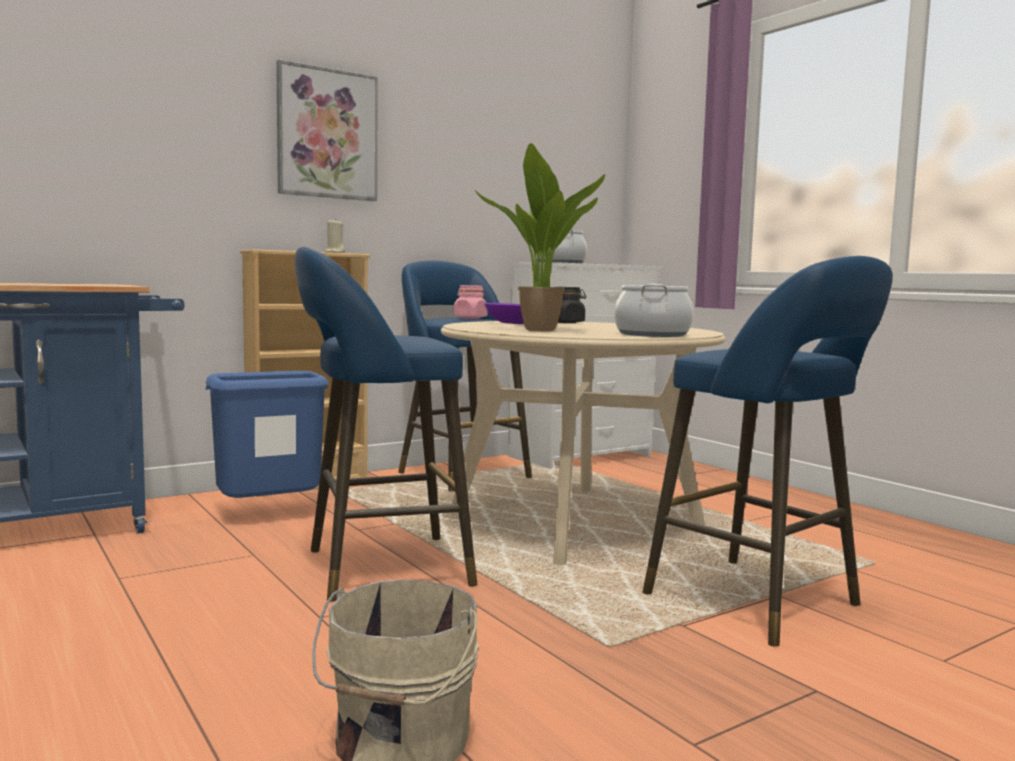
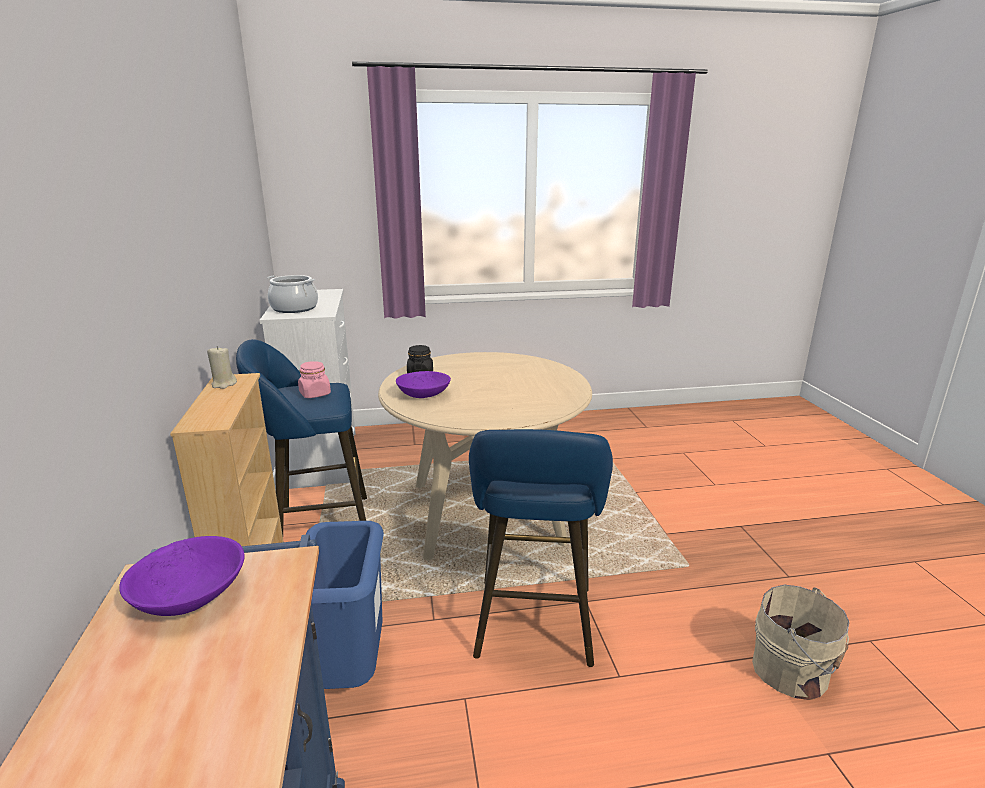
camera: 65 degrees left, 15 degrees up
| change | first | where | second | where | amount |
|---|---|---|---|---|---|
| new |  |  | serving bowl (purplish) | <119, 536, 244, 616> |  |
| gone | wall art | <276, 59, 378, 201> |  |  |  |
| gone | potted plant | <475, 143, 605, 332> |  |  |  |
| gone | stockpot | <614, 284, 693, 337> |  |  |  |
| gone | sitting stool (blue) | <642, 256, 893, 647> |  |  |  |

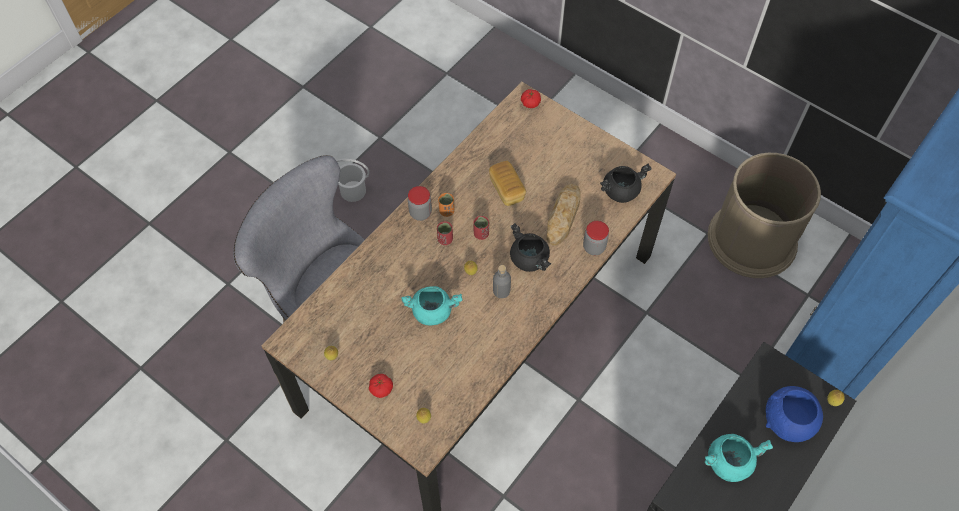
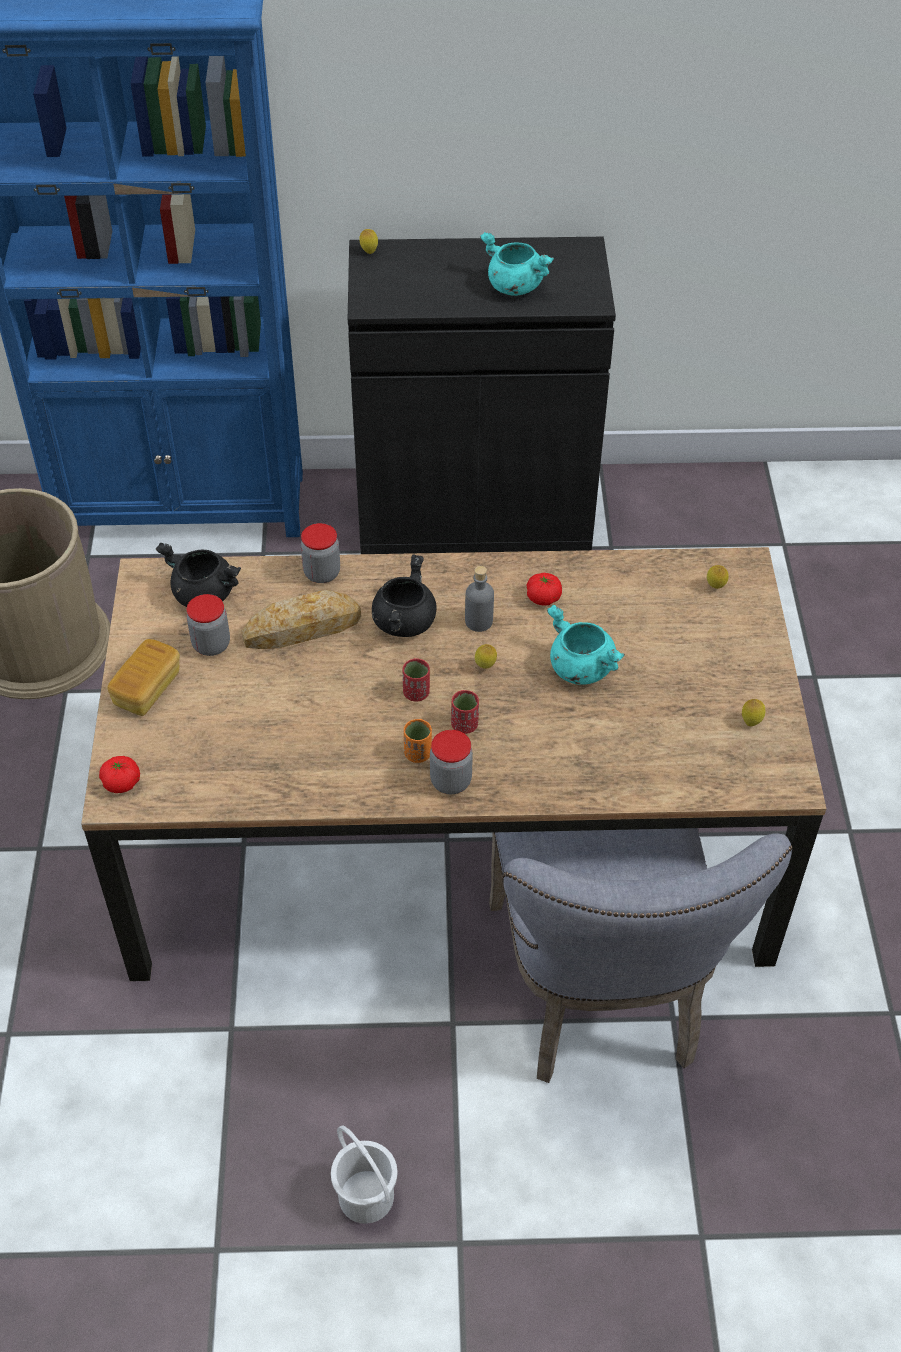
camera: 130 degrees left, 10 degrees down
| change | first | where | second | where | amount |
|---|---|---|---|---|---|
| shifted | bakery bread | <489, 161, 526, 206> |  | <107, 639, 180, 716> |  |
| new |  |  | preserve jar | <187, 594, 230, 656> |  |
| shifted | tomato | <369, 374, 393, 398> |  | <527, 573, 562, 606> |  |
| gone | serving bowl (blue) | <766, 386, 823, 442> |  |  |  |

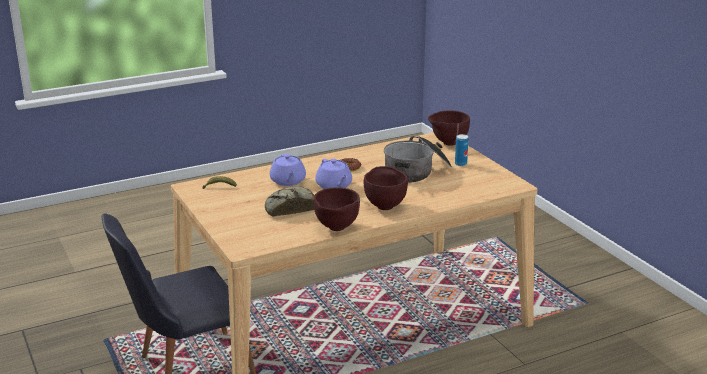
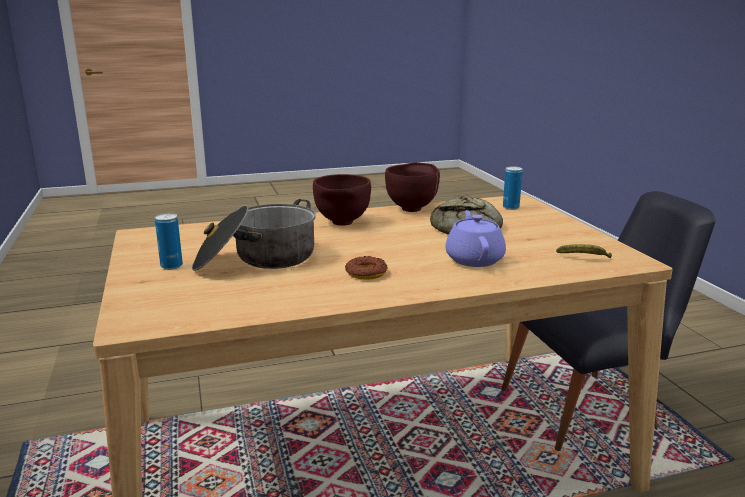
camera: 170 degrees left, 5 degrees down
| change | first | where | second | where | amount |
|---|---|---|---|---|---|
| new |  |  | can | <503, 166, 522, 210> |  |
| gone | teapot (purplish) | <316, 159, 352, 189> |  |  |  |
| gone | serving bowl (brown-coloured) | <428, 110, 470, 146> |  |  |  |

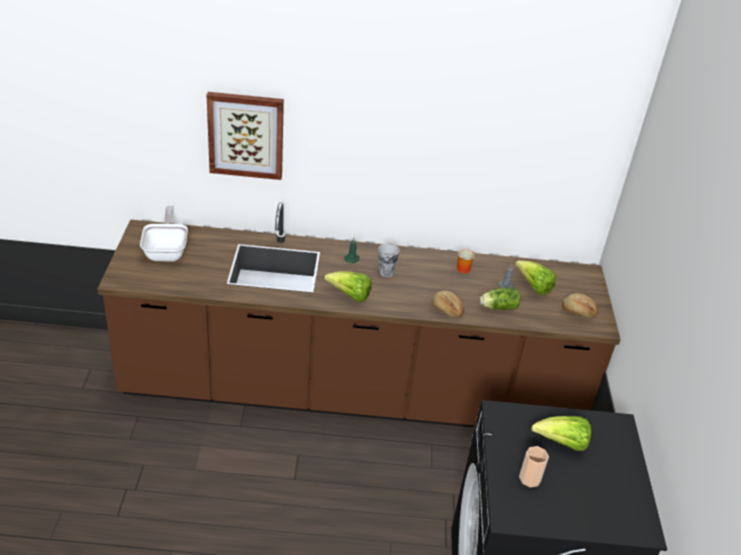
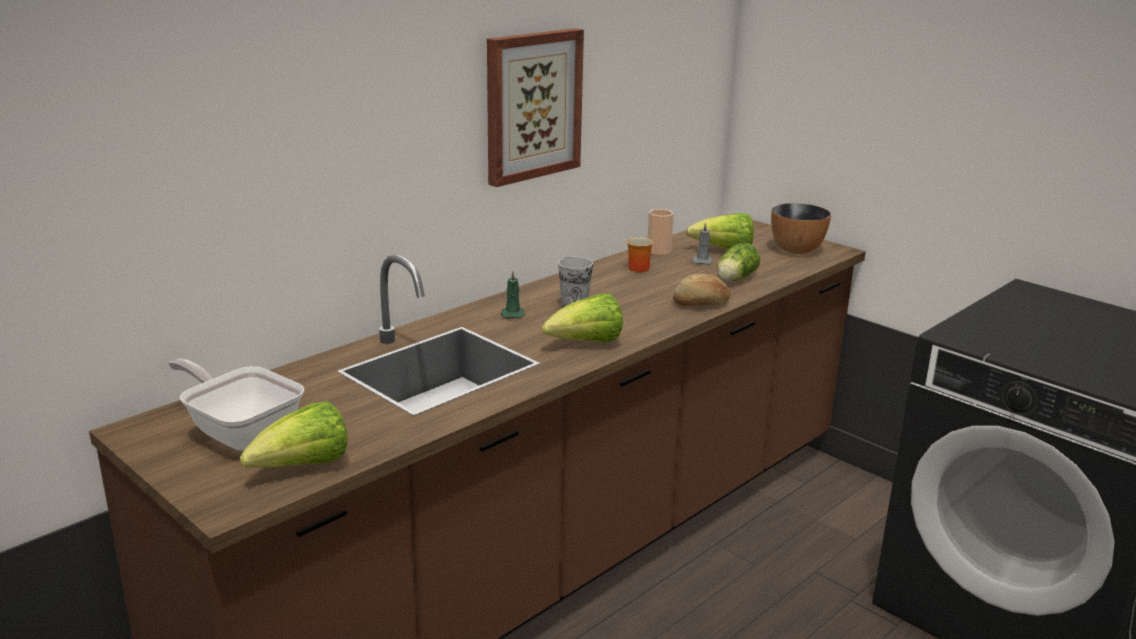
camera: 45 degrees left, 15 degrees down
| change | first | where | second | where | amount |
|---|---|---|---|---|---|
| shifted | head of lettuce | <531, 416, 591, 451> |  | <240, 401, 348, 468> |  |
| shifted | wall art | <207, 92, 284, 180> |  | <487, 28, 584, 187> |  |
| shifted | drinking cup | <519, 446, 549, 488> |  | <647, 209, 674, 255> |  |
| swapped | bakery bread | <562, 293, 598, 318> | serving bowl | <771, 203, 831, 254> |  |

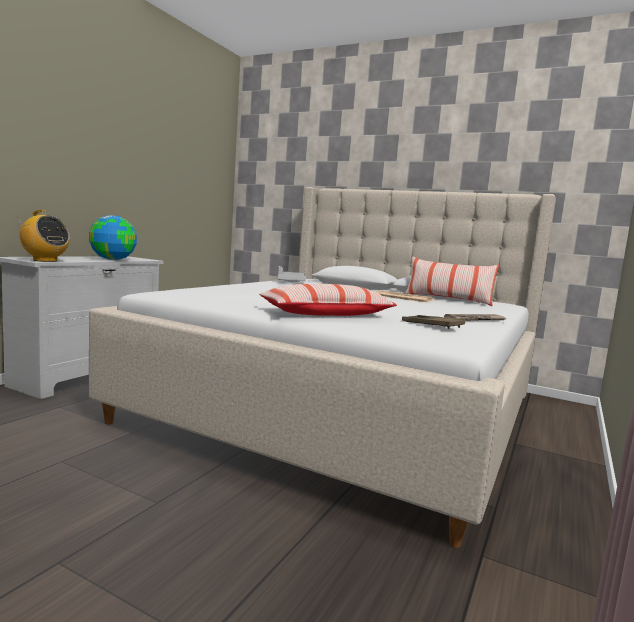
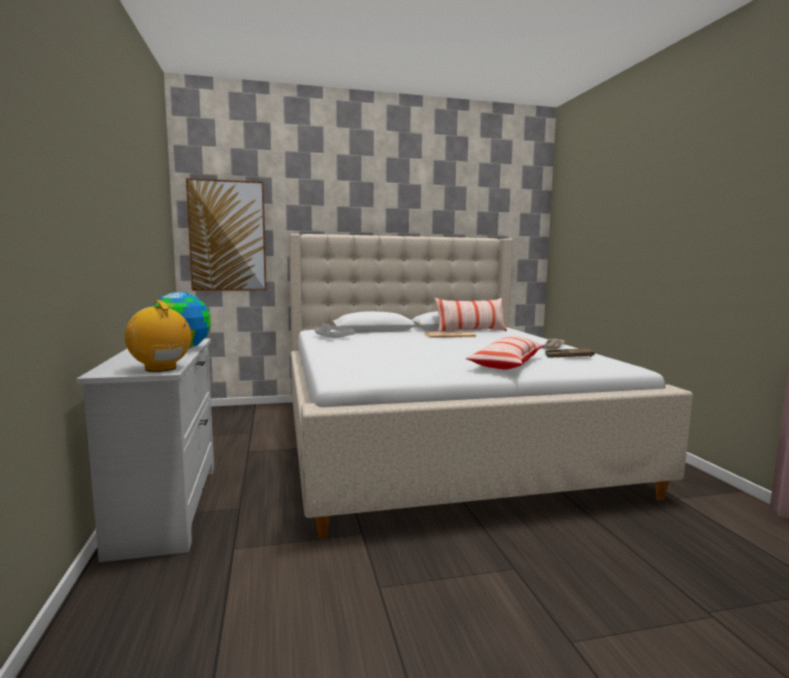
camera: 40 degrees left, 0 degrees up
| change | first | where | second | where | amount |
|---|---|---|---|---|---|
| rotated | radio receiver | <18, 210, 70, 262> |  | <125, 300, 191, 372> | 120 degrees counterclockwise |
| new |  |  | wall art | <186, 178, 266, 291> |  |

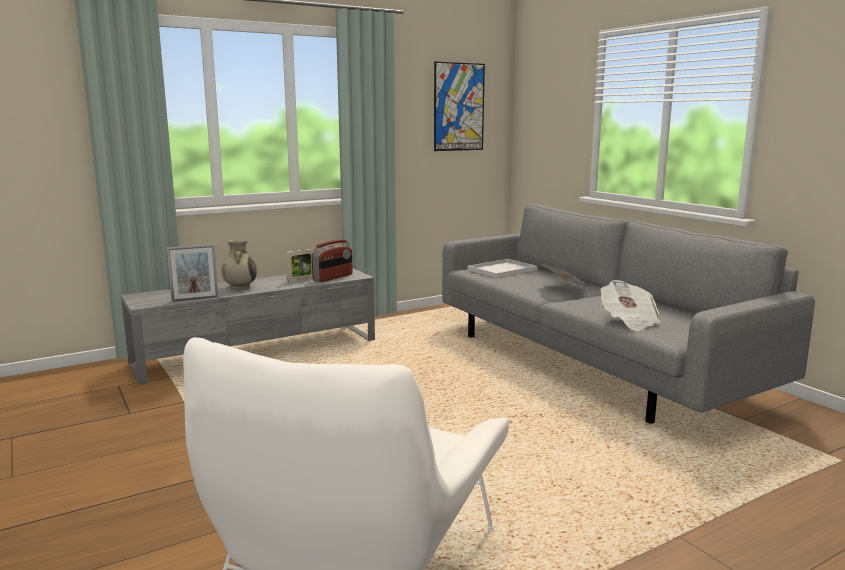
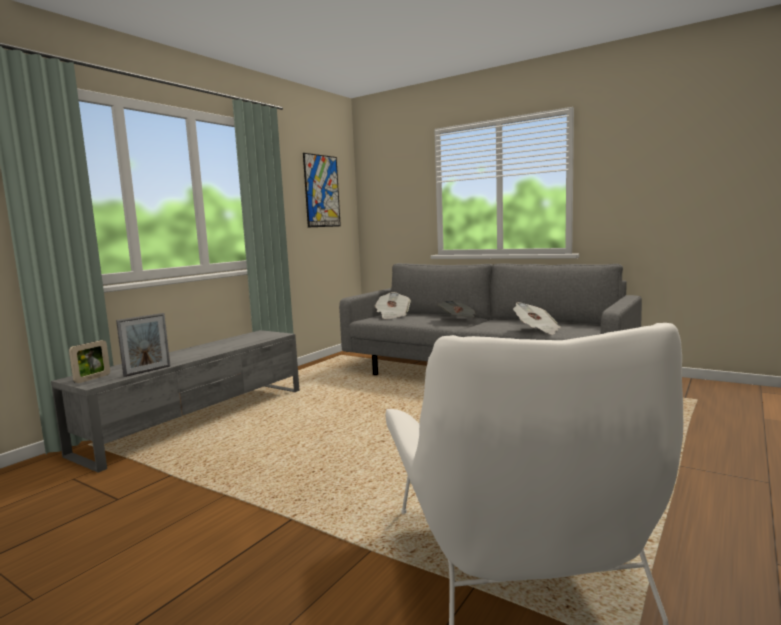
camera: 25 degrees left, 5 degrees down
| change | first | where | second | where | amount |
|---|---|---|---|---|---|
| shifted | standing frame | <286, 249, 314, 282> |  | <69, 340, 110, 383> |  |
| swapped | carrying tray (white-coloured) | <468, 259, 537, 278> | newspaper | <375, 292, 411, 319> |  |
| gone | decorative vase (beige-coloured) | <222, 239, 257, 290> |  |  |  |
| gone | radio receiver | <312, 240, 353, 282> |  |  |  |

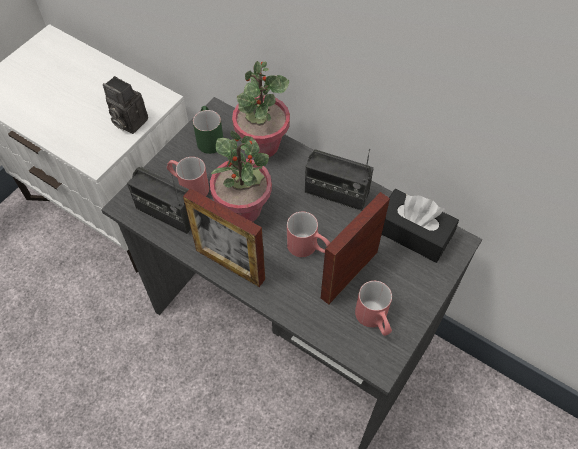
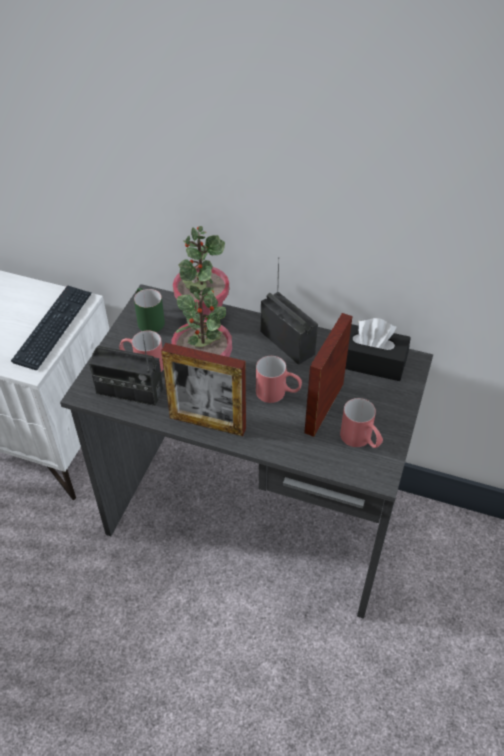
camera: 15 degrees left, 10 degrees down
| change | first | where | second | where | amount |
|---|---|---|---|---|---|
| swapped | still camera | <103, 76, 148, 134> | computer keyboard | <11, 285, 92, 370> |  |
| rotated | radio receiver | <305, 149, 374, 211> |  | <261, 257, 318, 365> | 135 degrees counterclockwise |

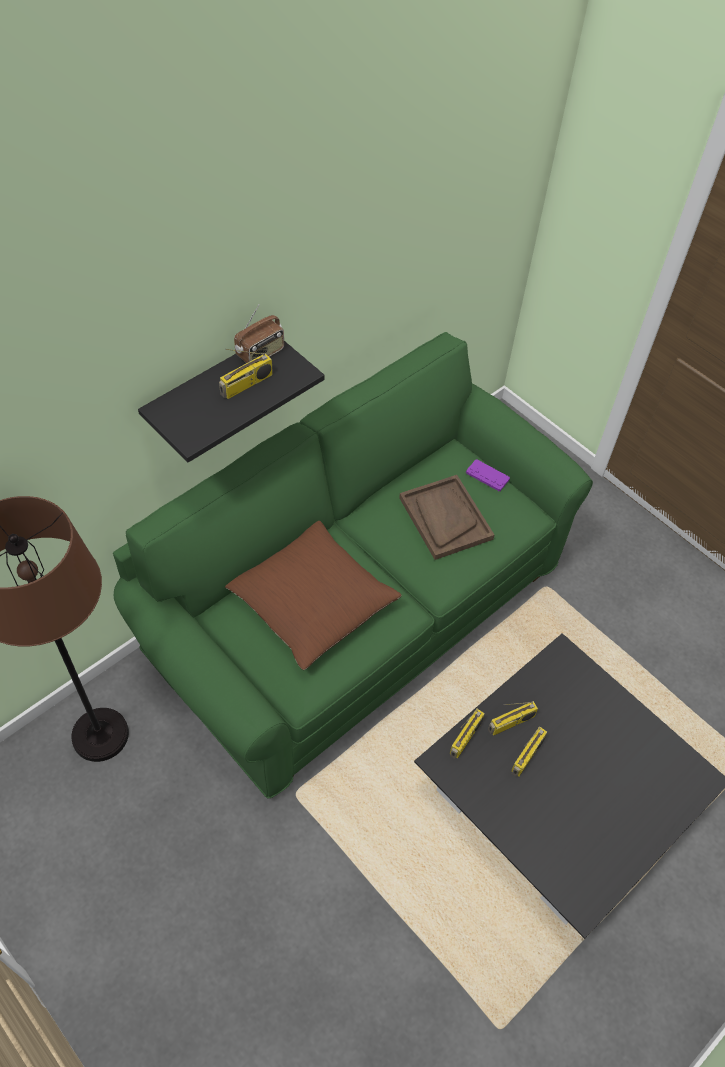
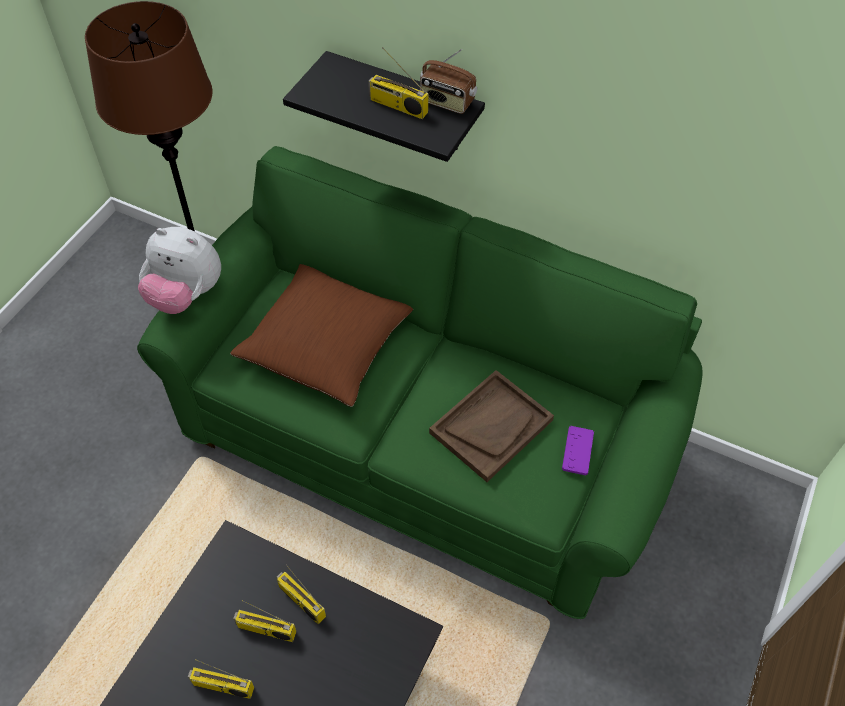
camera: 70 degrees right, 0 degrees up
| change | first | where | second | where | amount |
|---|---|---|---|---|---|
| new |  |  | plush toy | <138, 227, 221, 314> |  |
| shifted | radio receiver | <450, 709, 485, 759> |  | <188, 659, 254, 699> |  |

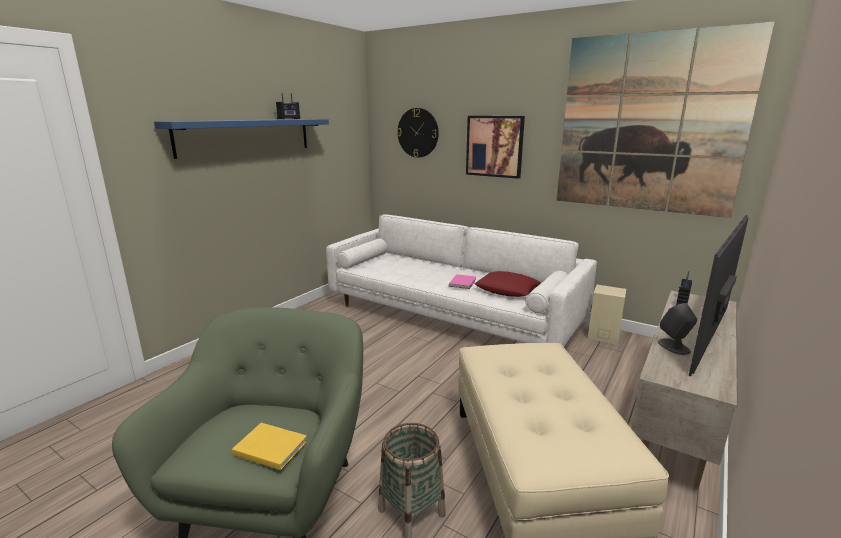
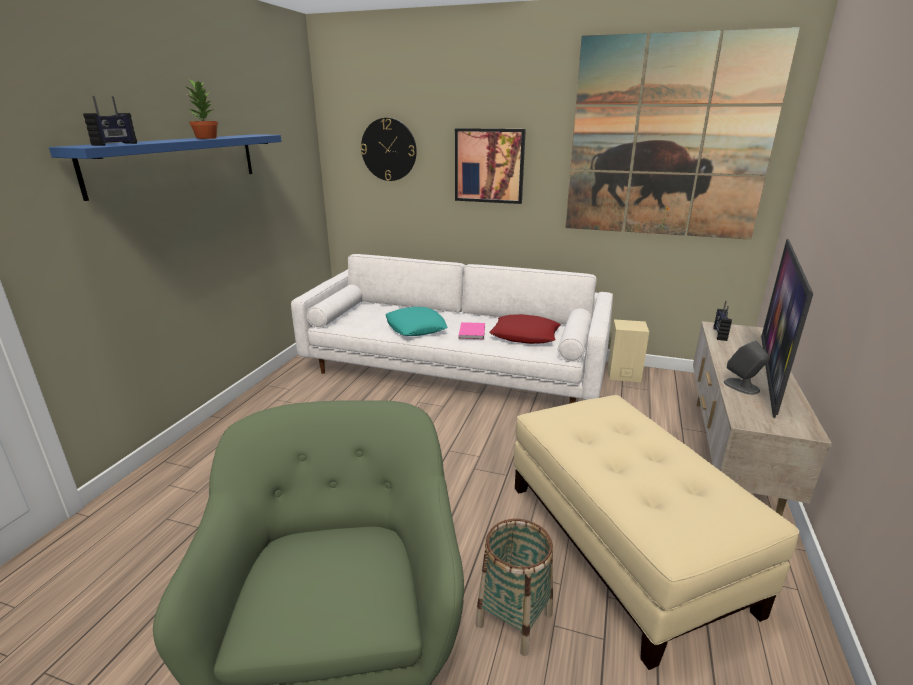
camera: 15 degrees left, 5 degrees up
| change | first | where | second | where | amount |
|---|---|---|---|---|---|
| shifted | radio receiver | <276, 93, 300, 119> |  | <83, 96, 137, 146> |  |
| new |  |  | potted plant | <183, 79, 218, 139> |  |
| new |  |  | cushion (blue-green) | <385, 307, 447, 336> |  |
| gone | bound book (yellow-coloured) | <232, 423, 307, 470> |  |  |  |

